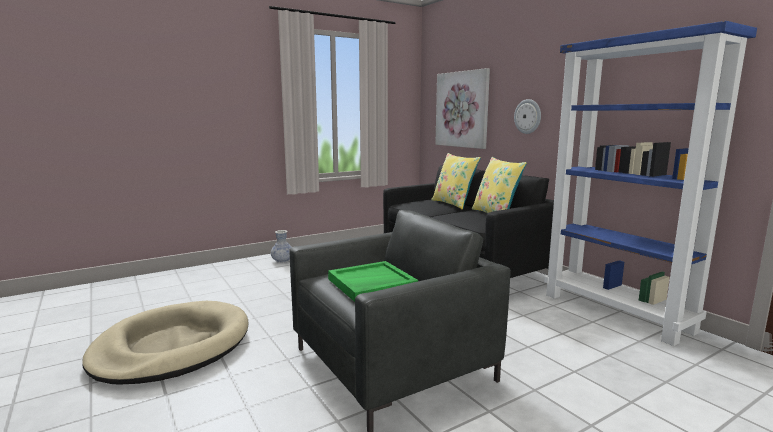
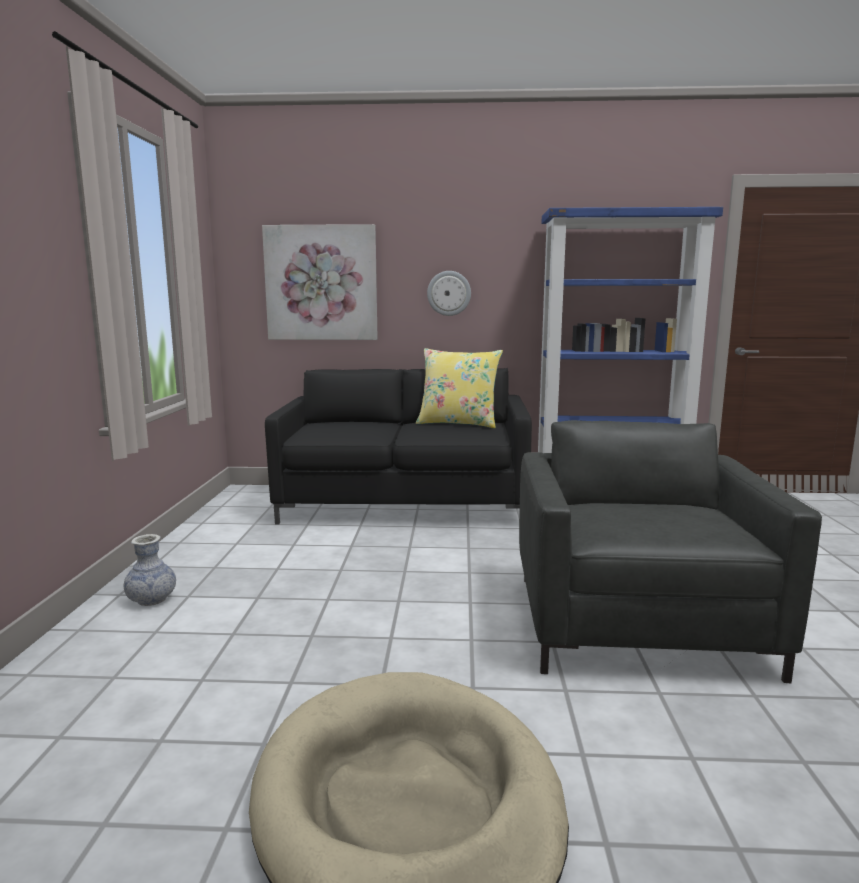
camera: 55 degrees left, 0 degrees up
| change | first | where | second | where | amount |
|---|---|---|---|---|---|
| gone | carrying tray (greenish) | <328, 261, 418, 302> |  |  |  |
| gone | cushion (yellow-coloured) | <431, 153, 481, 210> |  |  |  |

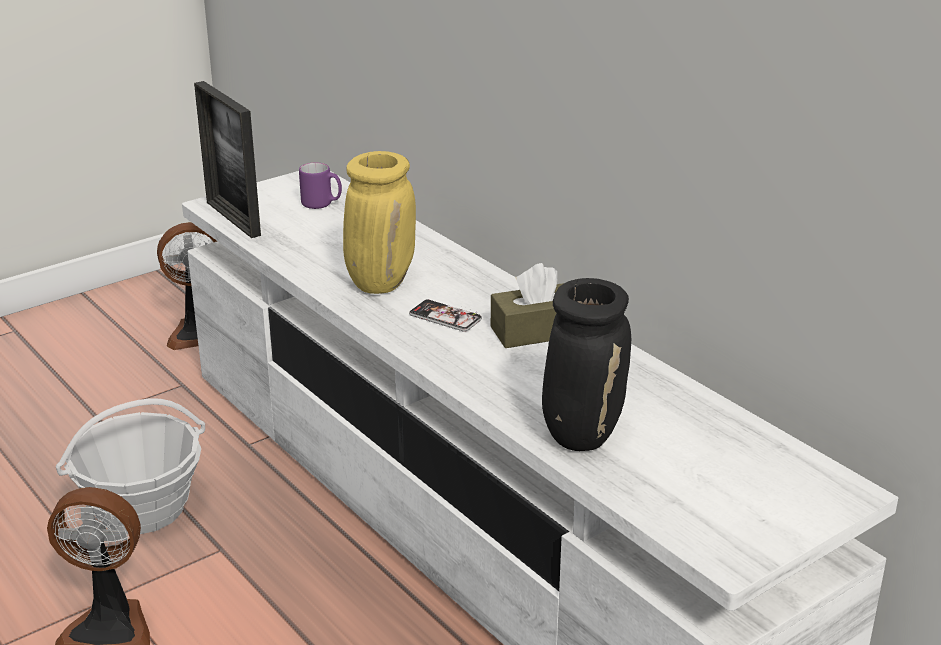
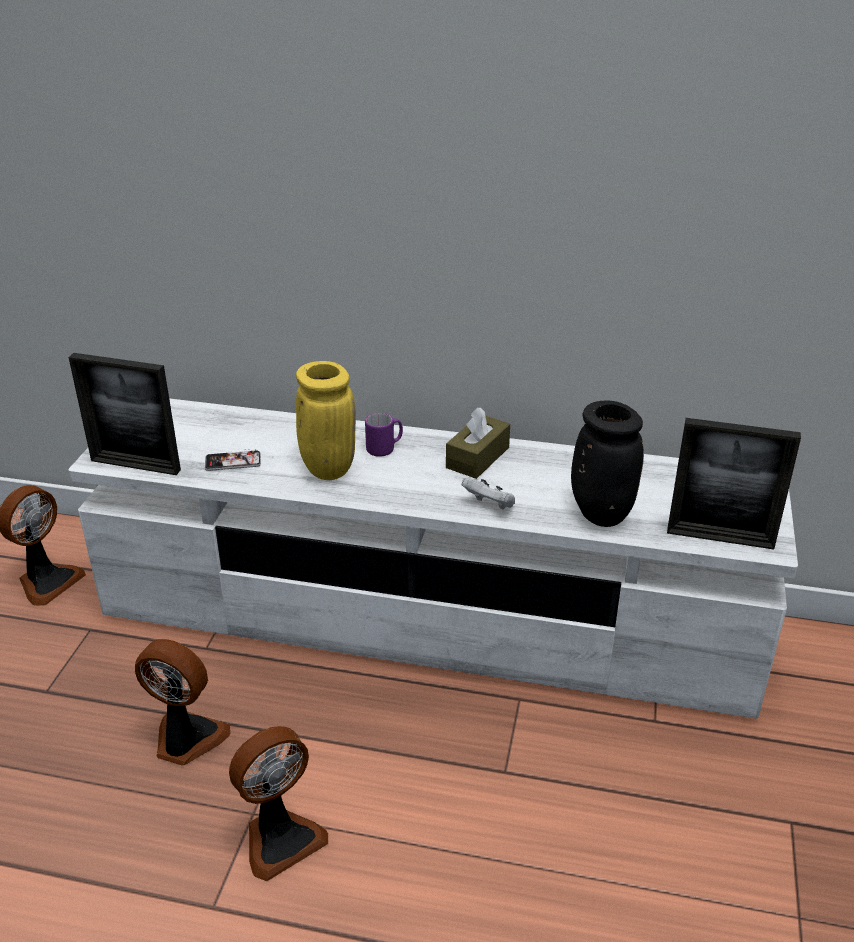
camera: 40 degrees left, 5 degrees up
| change | first | where | second | where | amount |
|---|---|---|---|---|---|
| swapped | household basket | <56, 398, 205, 534> | electric fan | <135, 639, 231, 766> |  |
| shifted | handset | <409, 299, 482, 332> |  | <205, 449, 261, 471> |  |
| shifted | coffee mug (purplish) | <299, 163, 342, 209> |  | <365, 413, 403, 457> |  |
| new |  |  | joypad (white-coloured) | <462, 478, 515, 510> |  |
| new |  |  | standing frame | <667, 418, 801, 549> |  |

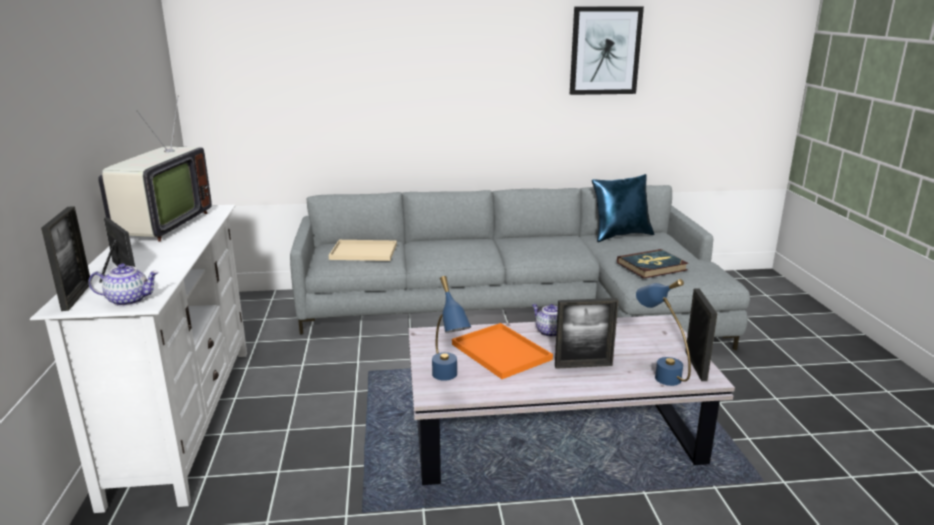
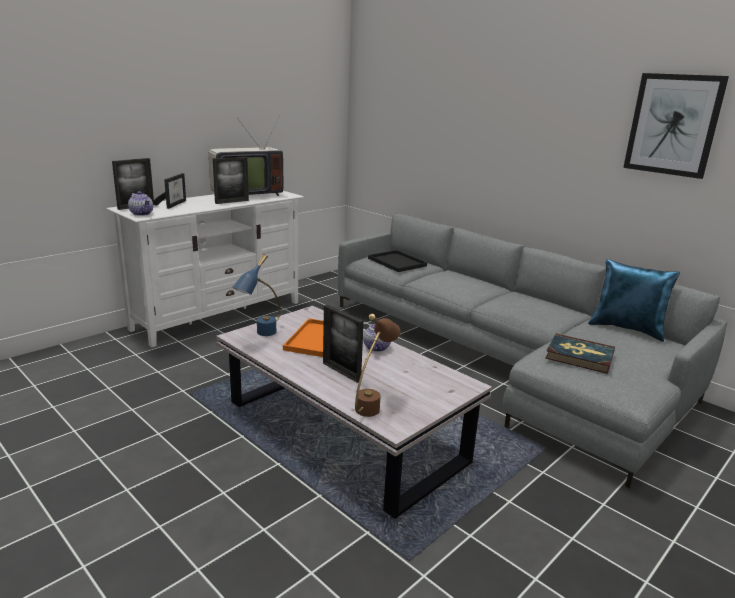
camera: 50 degrees right, 0 degrees up
| change | first | where | second | where | amount |
|---|---|---|---|---|---|
| shifted | standing frame | <685, 288, 717, 381> |  | <213, 157, 249, 204> |  |
| repainted | lamp for a table (blue) | <636, 279, 691, 386> | lamp for a table (brown-coloured) | <355, 314, 400, 417> |  |
| repainted | carrying tray (beige-coloured) | <329, 240, 397, 261> | carrying tray (blackish) | <368, 250, 427, 272> |  |

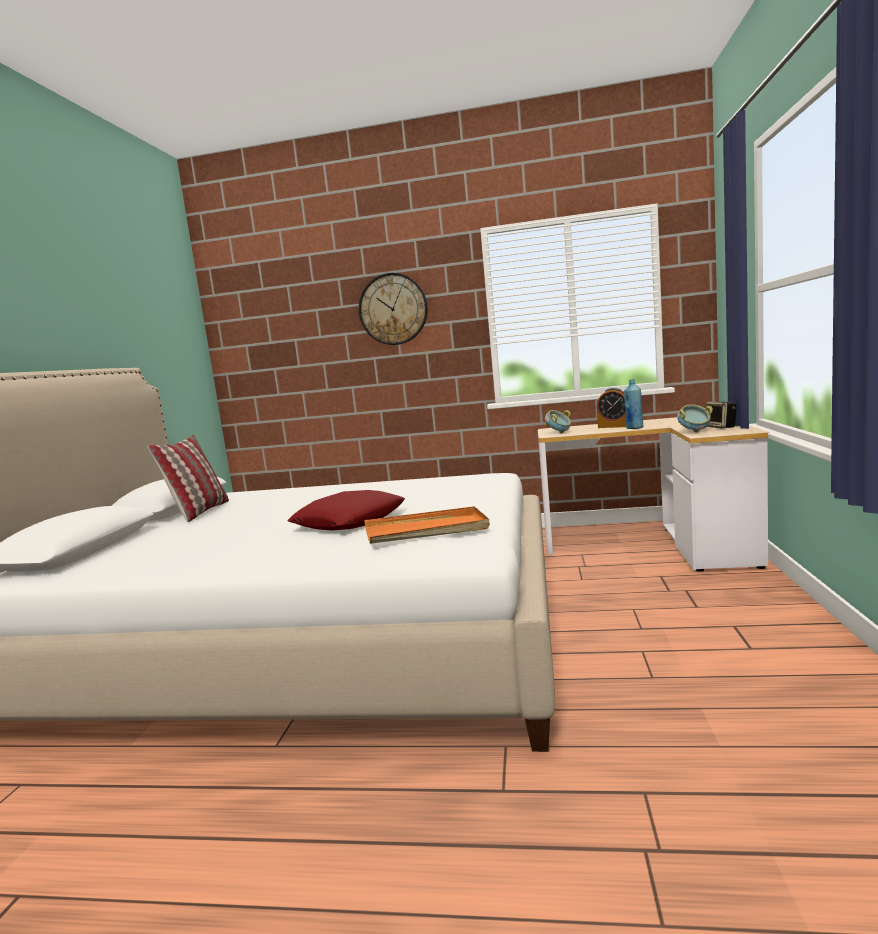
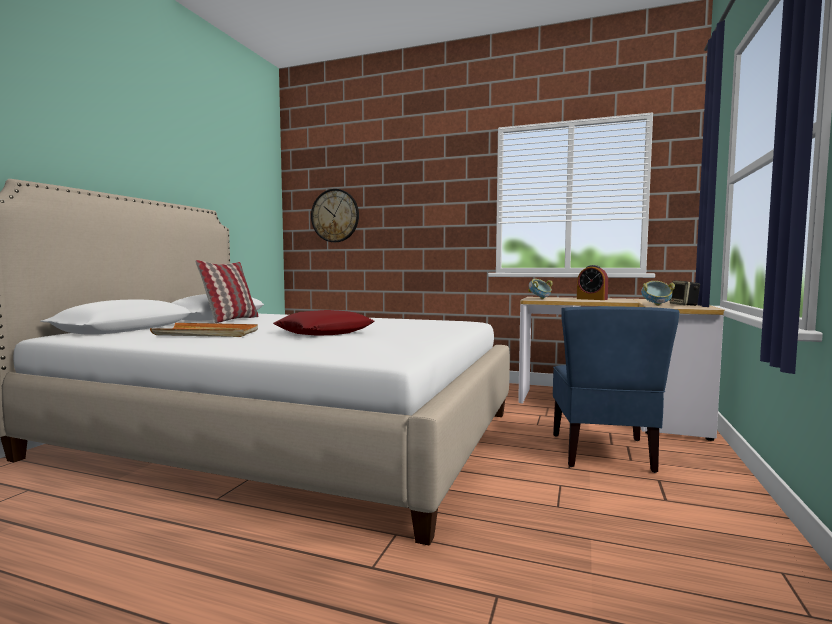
camera: 10 degrees right, 5 degrees down
| change | first | where | second | where | amount |
|---|---|---|---|---|---|
| shifted | carrying tray (orange) | <364, 506, 490, 544> |  | <150, 323, 258, 337> |  |
| shifted | wall clock | <359, 273, 428, 345> |  | <311, 189, 359, 242> |  |
| new |  |  | plain chair (blue) | <553, 306, 679, 473> |  |
| gone | bottle (blue) | <624, 379, 644, 429> |  |  |  |

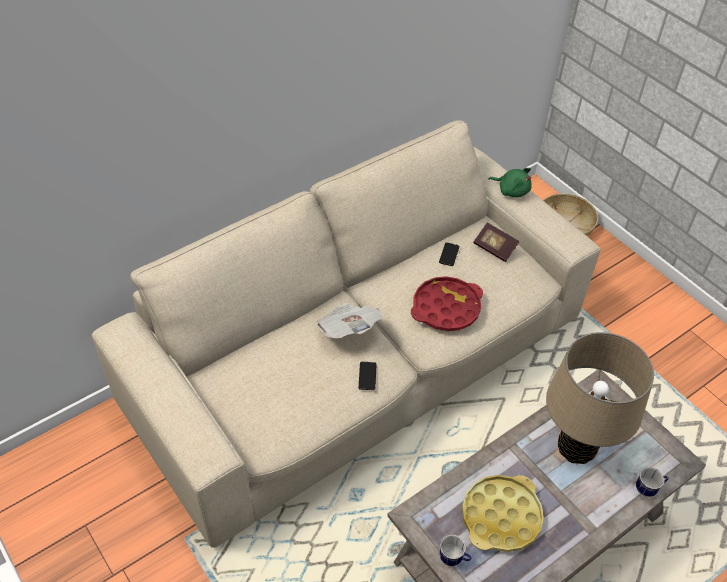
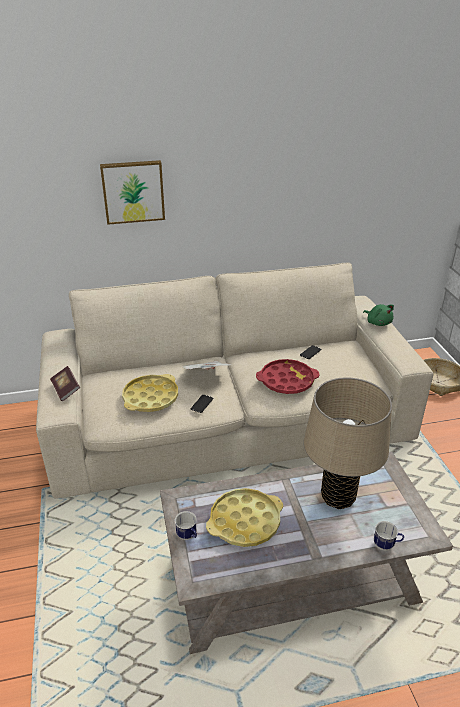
camera: 25 degrees right, 15 degrees down
| change | first | where | second | where | amount |
|---|---|---|---|---|---|
| shifted | bound book | <473, 223, 519, 262> |  | <50, 366, 80, 401> |  |
| new |  |  | wall art | <100, 160, 165, 225> |  |
| new |  |  | carrying tray (yellow-coloured) | <122, 374, 178, 412> |  |

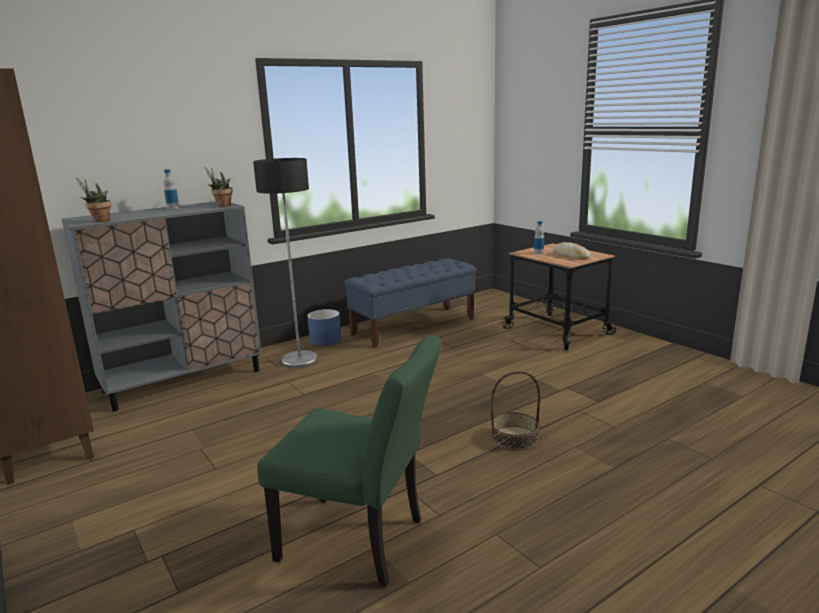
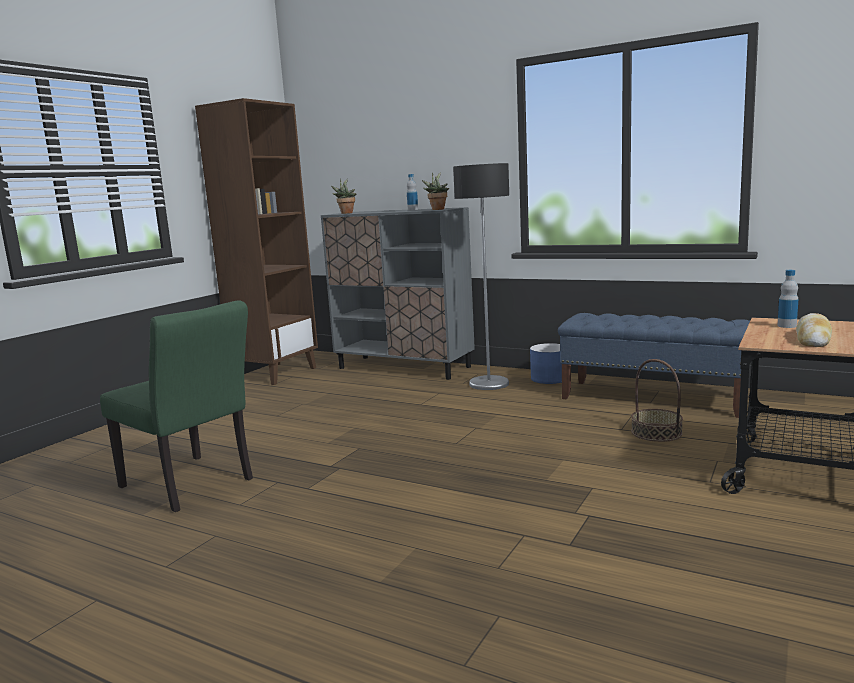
camera: 65 degrees right, 5 degrees down
| change | first | where | second | where | amount |
|---|---|---|---|---|---|
| rotated | plain chair (greenish) | <257, 335, 441, 587> |  | <100, 300, 253, 512> | 45 degrees counterclockwise |
| shifted | household basket | <491, 371, 540, 450> |  | <631, 359, 683, 442> |  |

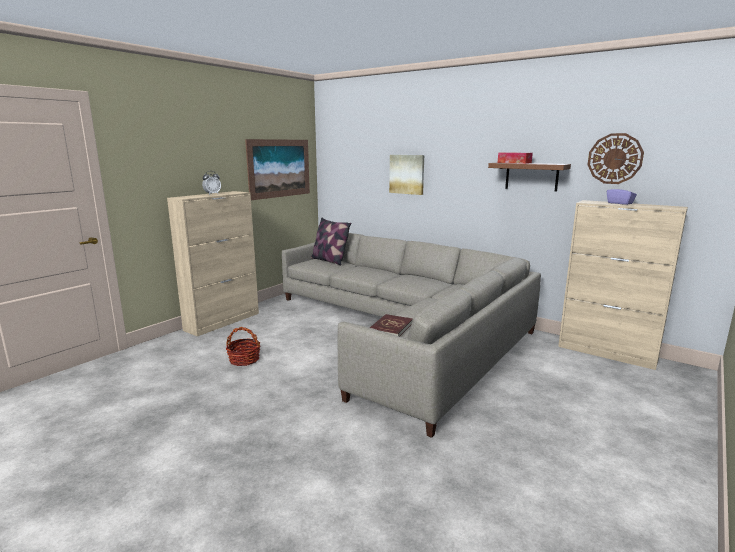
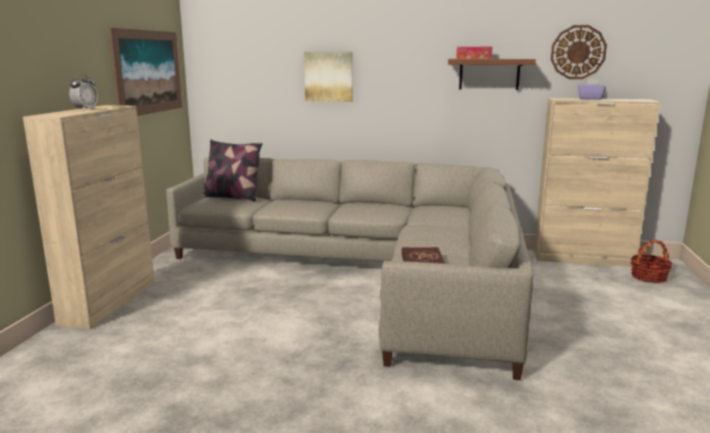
camera: 25 degrees left, 0 degrees up
| change | first | where | second | where | amount |
|---|---|---|---|---|---|
| shifted | household basket | <226, 327, 260, 366> |  | <631, 240, 673, 283> |  |

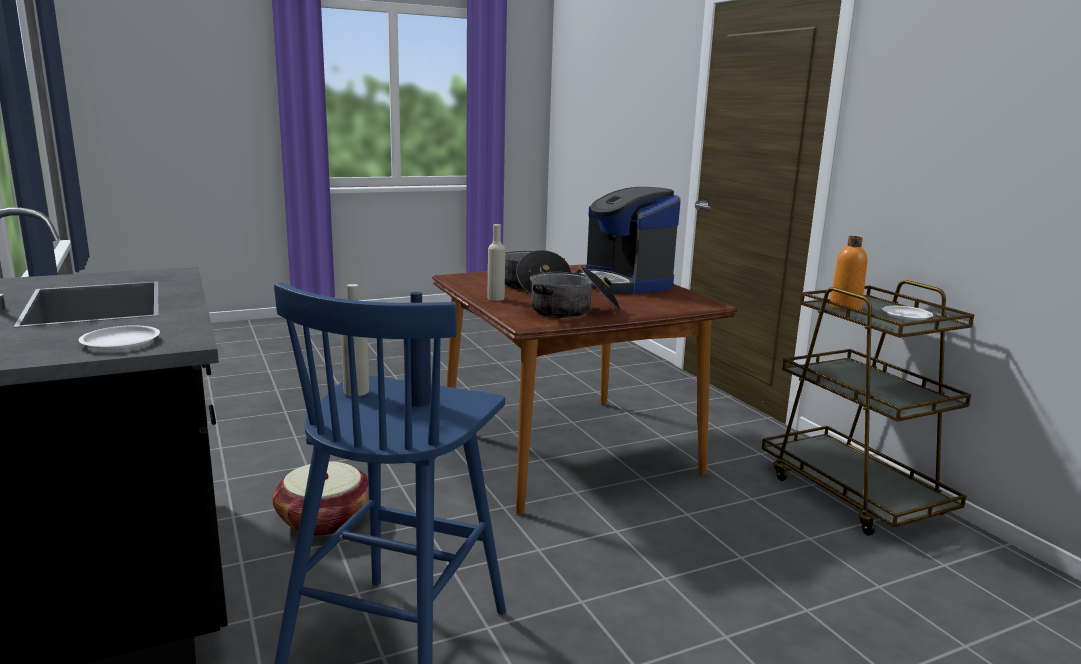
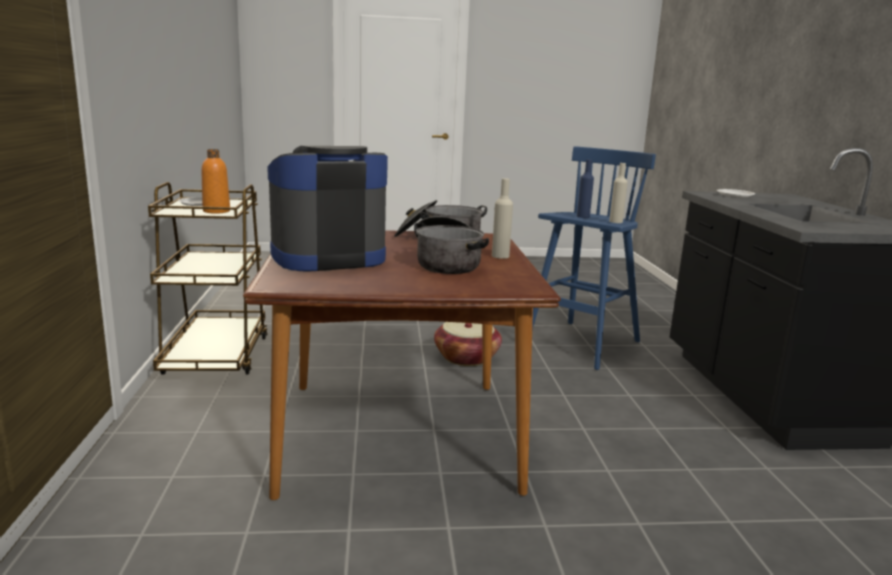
camera: 160 degrees left, 0 degrees up
| change | first | where | second | where | amount |
|---|---|---|---|---|---|
| rotated | coffee maker | <579, 187, 681, 294> |  | <267, 146, 388, 272> | 105 degrees counterclockwise |
| shifted | household basket | <272, 461, 369, 537> |  | <434, 322, 502, 366> |  |

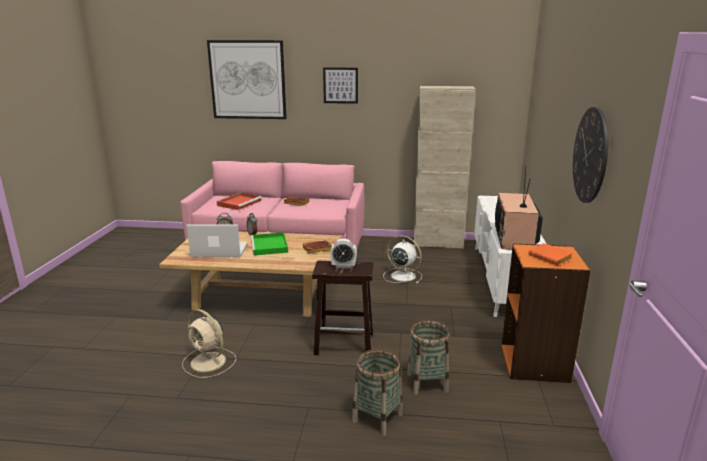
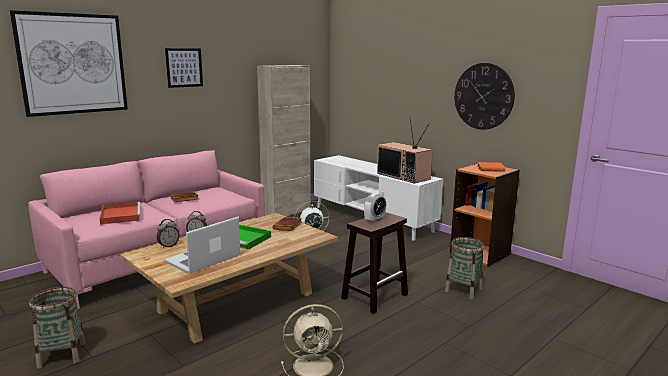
camera: 50 degrees left, 5 degrees down
| change | first | where | second | where | amount |
|---|---|---|---|---|---|
| shifted | household basket | <352, 349, 403, 436> |  | <29, 287, 86, 369> |  |

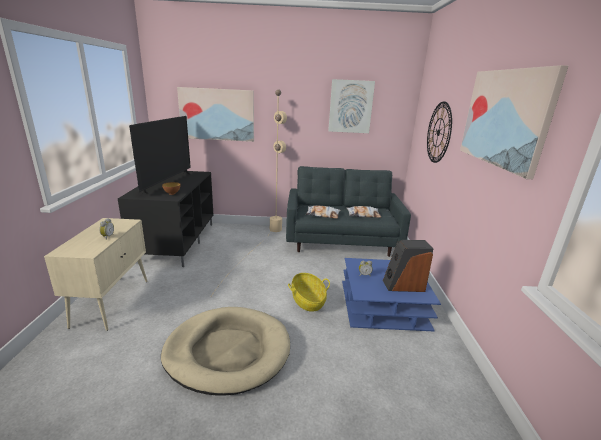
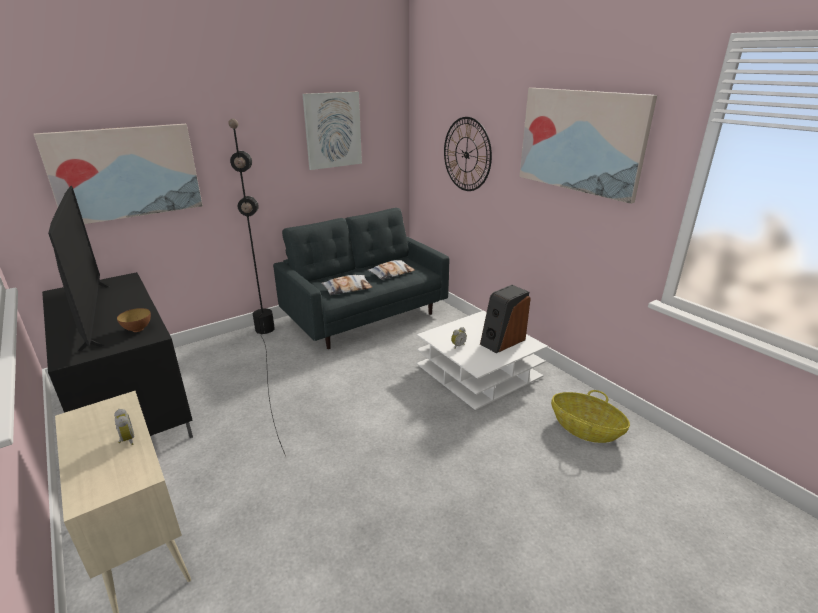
camera: 35 degrees left, 5 degrees up
| change | first | where | second | where | amount |
|---|---|---|---|---|---|
| repainted | standard lamp (beige-coloured) | <211, 89, 287, 296> | standard lamp (blackish) | <228, 119, 286, 456> |  |
| repainted | lounge table (blue) | <342, 258, 441, 331> | lounge table (white-coloured) | <417, 311, 548, 410> |  |
| shifted | household basket | <288, 273, 330, 312> |  | <551, 390, 630, 443> |  |
| gone | dog bed (beige-coloured) | <161, 307, 290, 396> |  |  |  |

